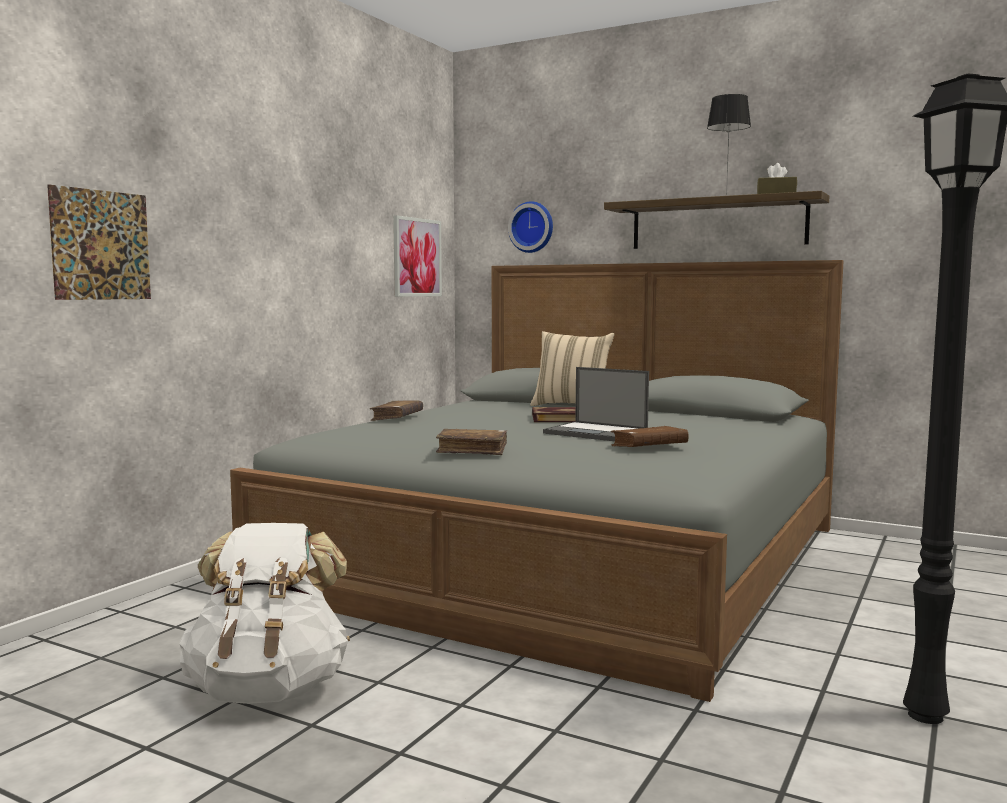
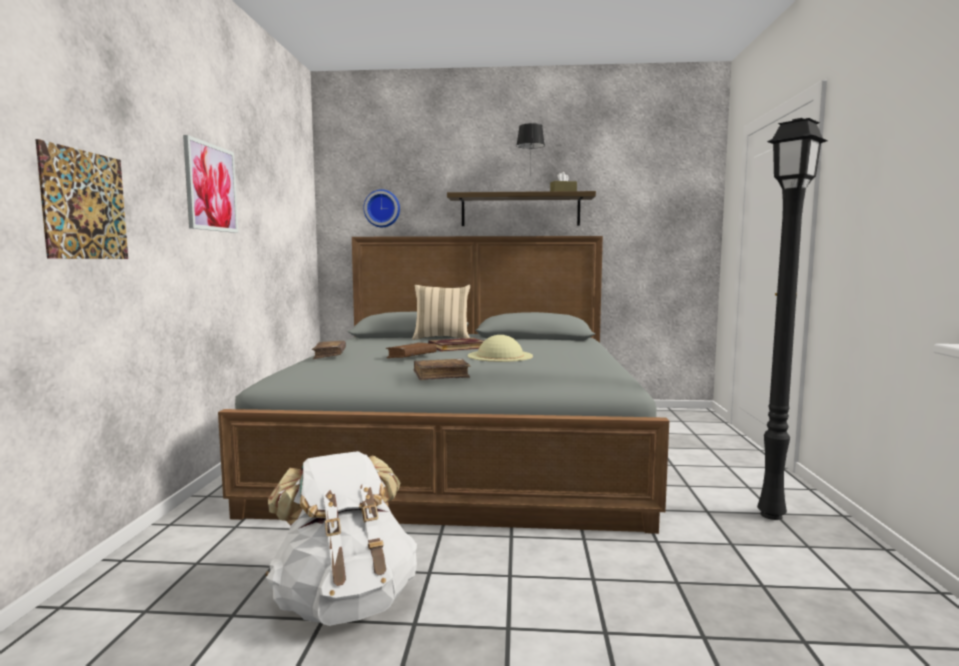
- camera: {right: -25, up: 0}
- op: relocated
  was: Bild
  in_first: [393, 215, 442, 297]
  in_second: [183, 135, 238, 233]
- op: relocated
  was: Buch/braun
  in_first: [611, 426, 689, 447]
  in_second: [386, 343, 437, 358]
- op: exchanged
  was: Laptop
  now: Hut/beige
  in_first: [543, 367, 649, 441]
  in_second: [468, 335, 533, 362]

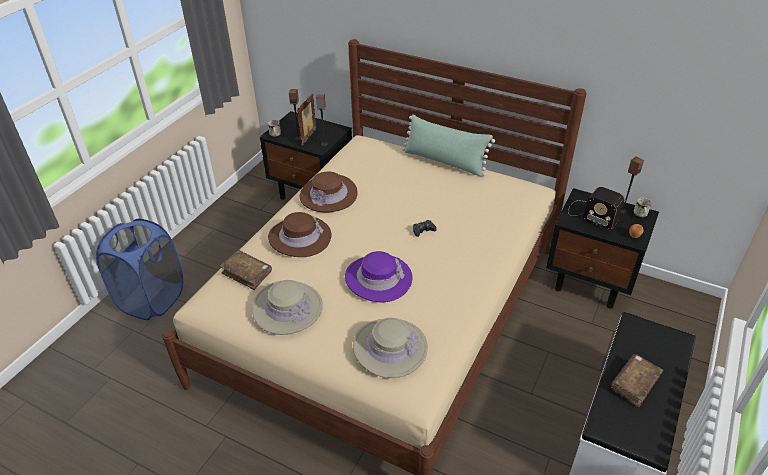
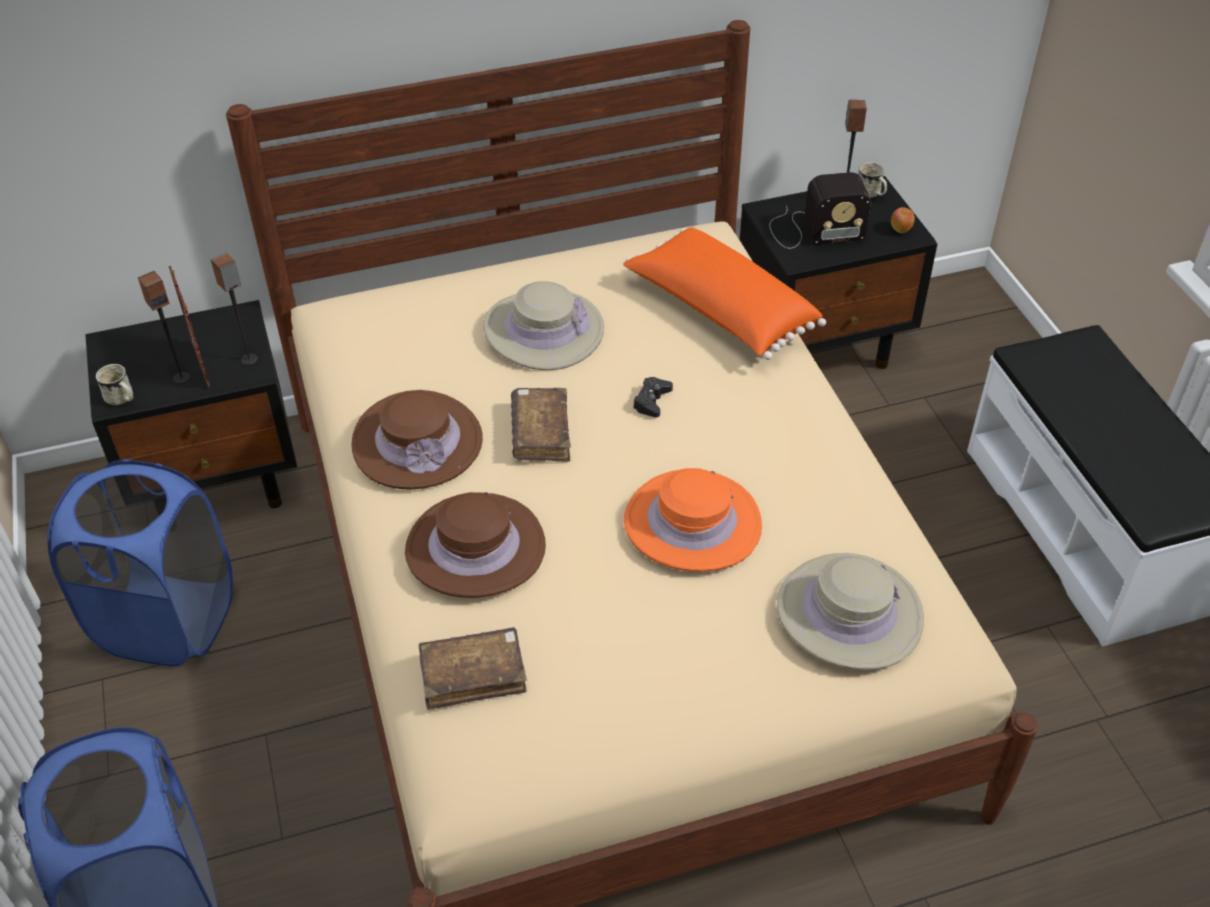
- camera: {right: -45, up: 5}
- op: missing
  was: Kissen/grün
  in_first: [402, 114, 495, 177]
- op: appeared
  now: Wäschekorb/blau
  in_second: [47, 459, 233, 667]
- op: appeared
  now: Kissen/orange
  in_second: [623, 228, 826, 360]
- op: relocated
  was: Hut/beige
  in_first: [252, 280, 323, 335]
  in_second: [484, 281, 604, 370]
- op: relocated
  was: Buch/braun
  in_first: [611, 354, 663, 407]
  in_second: [511, 388, 571, 462]
- op: colour
  was: Hut/lila
  now: Hut/orange
  in_first: [345, 251, 413, 302]
  in_second: [624, 468, 762, 572]

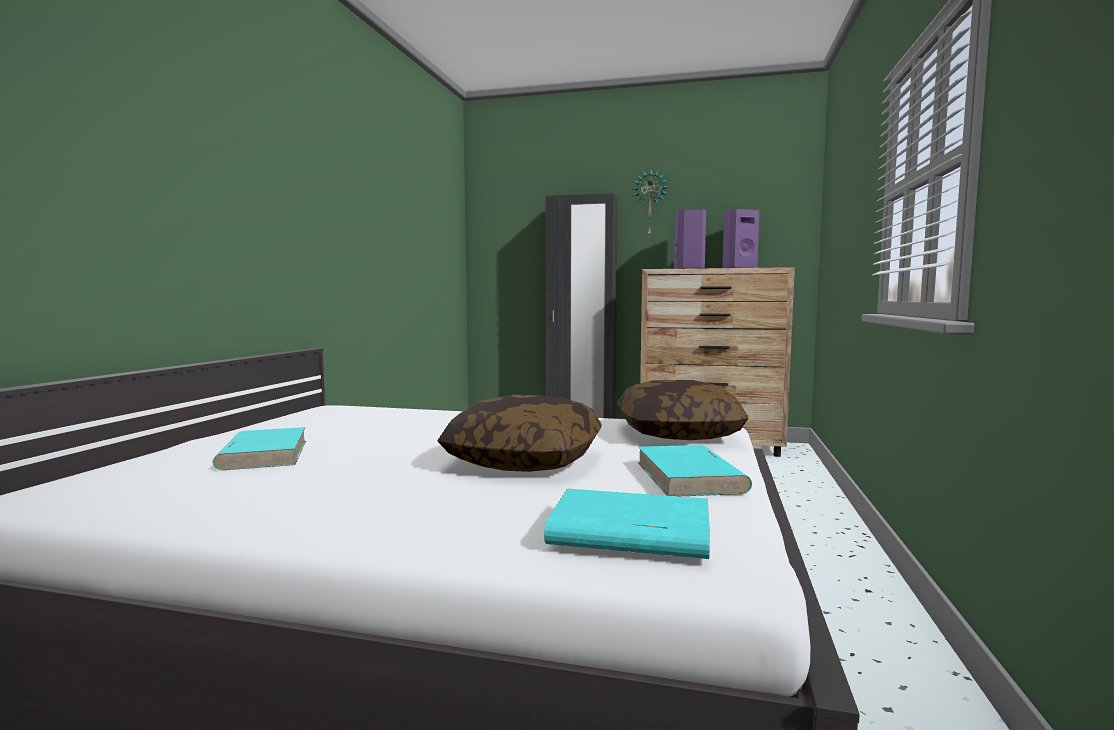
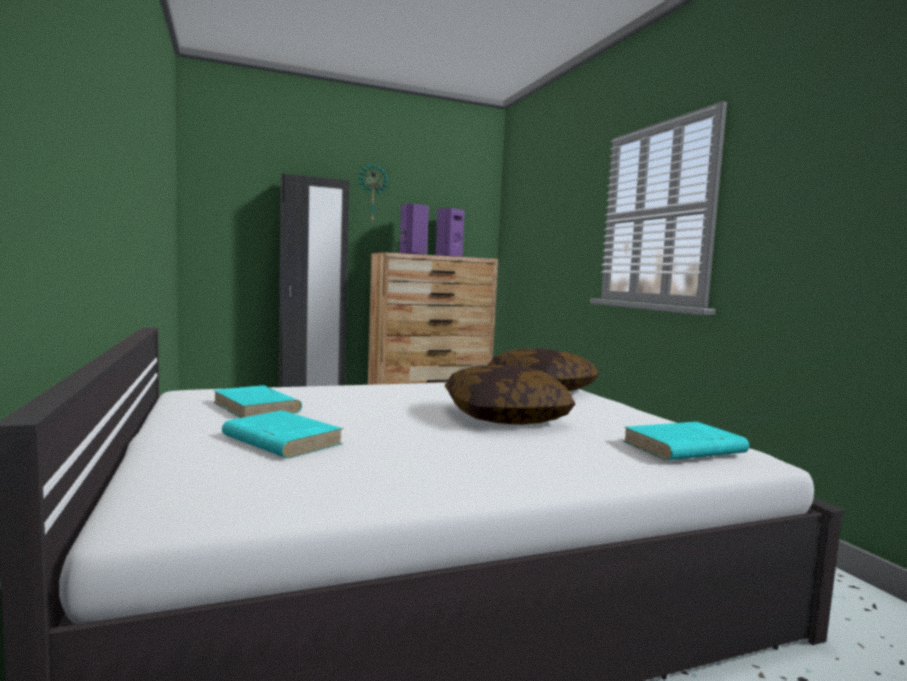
- camera: {right: -35, up: 0}
- op: relocated
  was: Buch/türkis
  in_first: [638, 445, 752, 497]
  in_second: [213, 385, 302, 418]

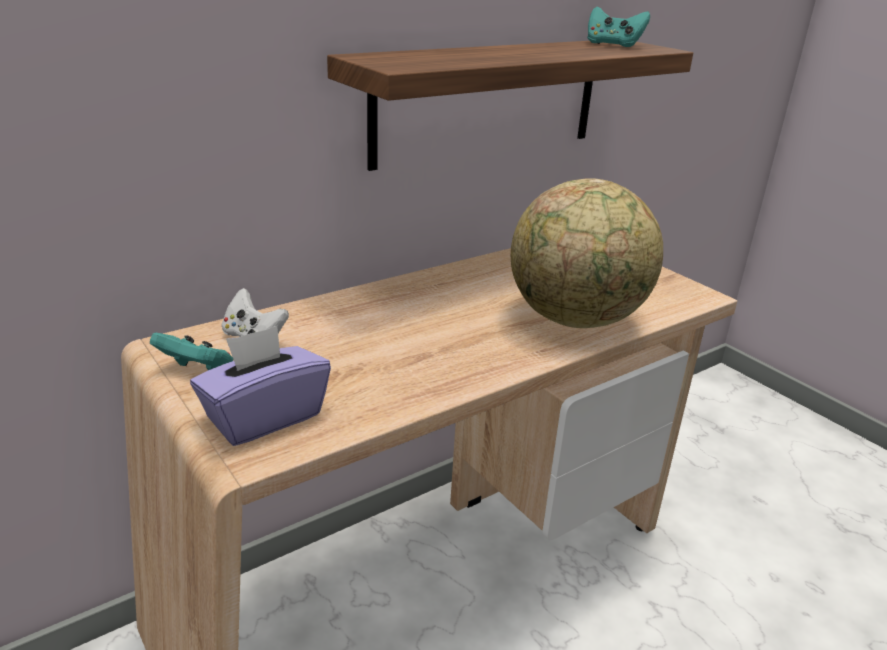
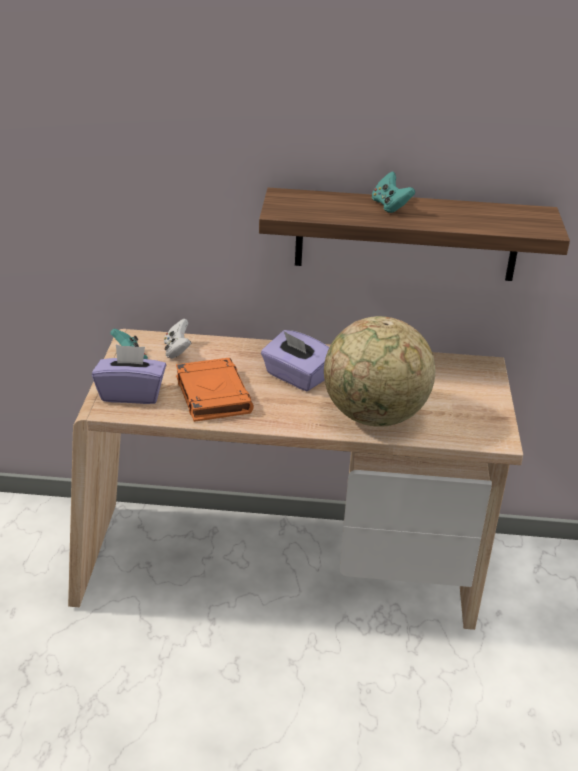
- camera: {right: 40, up: 5}
- op: appeared
  now: Buch/orange
  in_second: [176, 358, 254, 422]
- op: appeared
  now: Taschentuchbox/lila
  in_second: [261, 330, 329, 392]
- op: relocated
  was: Gamepad/türkis
  in_first: [587, 7, 650, 47]
  in_second: [372, 171, 415, 213]

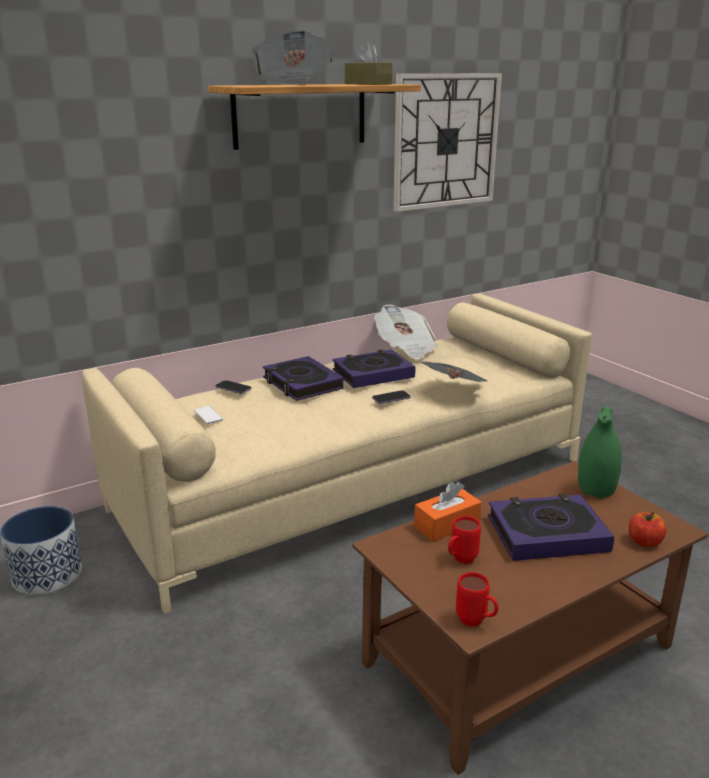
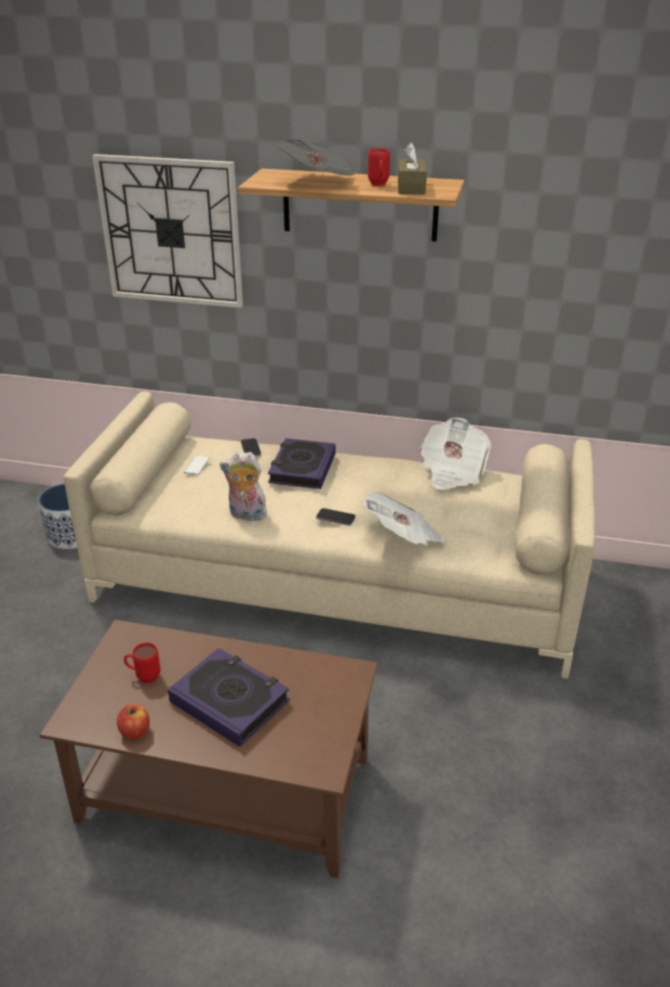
- camera: {right: 45, up: 10}
- op: missing
  was: Buch
  in_first: [332, 349, 415, 388]
- op: missing
  was: Taschentuchbox/orange
  in_first: [414, 482, 481, 542]
- op: missing
  was: Vase/grün
  in_first: [578, 407, 622, 498]
- op: appeared
  now: Plüschtier
  in_second: [220, 451, 269, 521]
- op: relocated
  was: Wanduhr
  in_first: [393, 73, 502, 212]
  in_second: [92, 154, 243, 308]
- op: relocated
  was: Henkelbecher/rot
  in_first: [456, 572, 498, 627]
  in_second: [368, 148, 390, 186]
- op: relocated
  was: Apfel
  in_first: [629, 512, 666, 547]
  in_second: [117, 704, 150, 740]

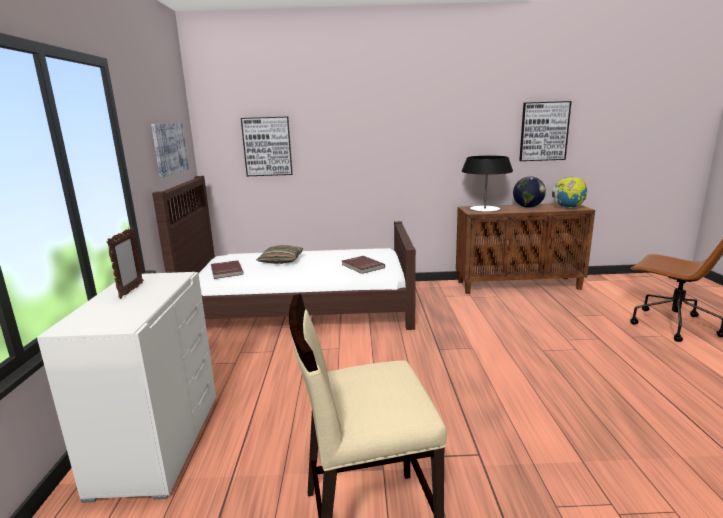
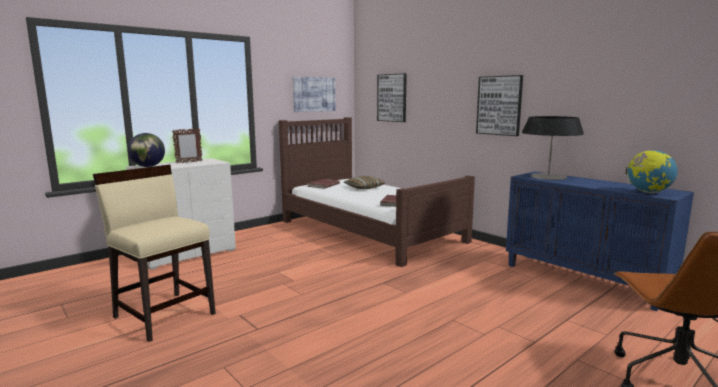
- camera: {right: 50, up: -5}
- op: relocated
  was: Globus
  in_first: [513, 176, 546, 208]
  in_second: [128, 133, 165, 167]
- op: relocated
  was: Bild
  in_first: [519, 101, 571, 161]
  in_second: [476, 75, 523, 136]
- op: colour
  was: Schrank/braun
  now: Schrank/blau
  in_first: [456, 203, 595, 294]
  in_second: [506, 172, 694, 311]

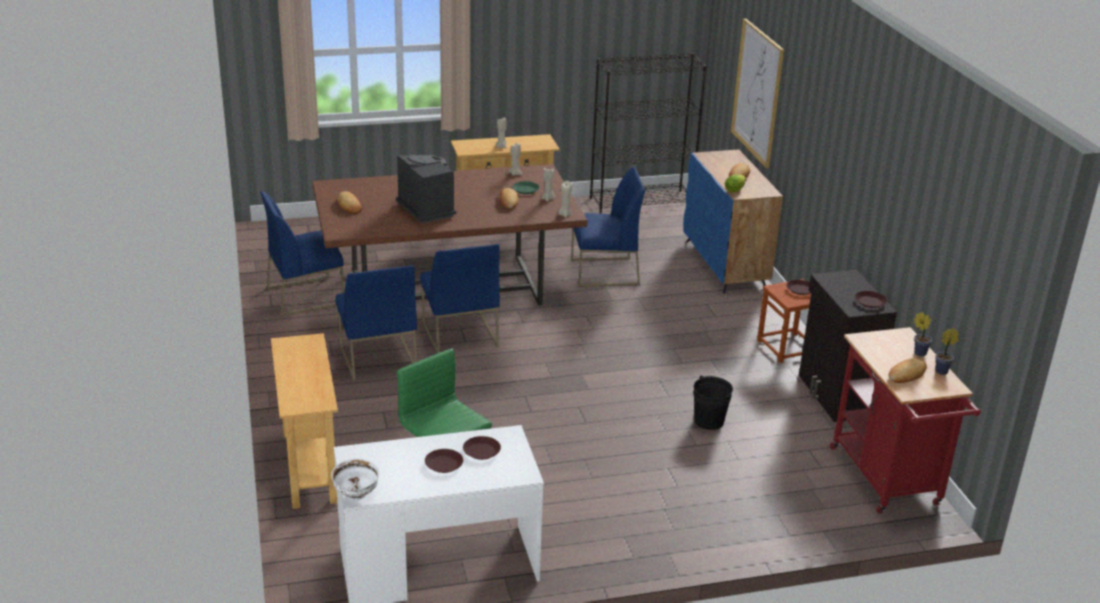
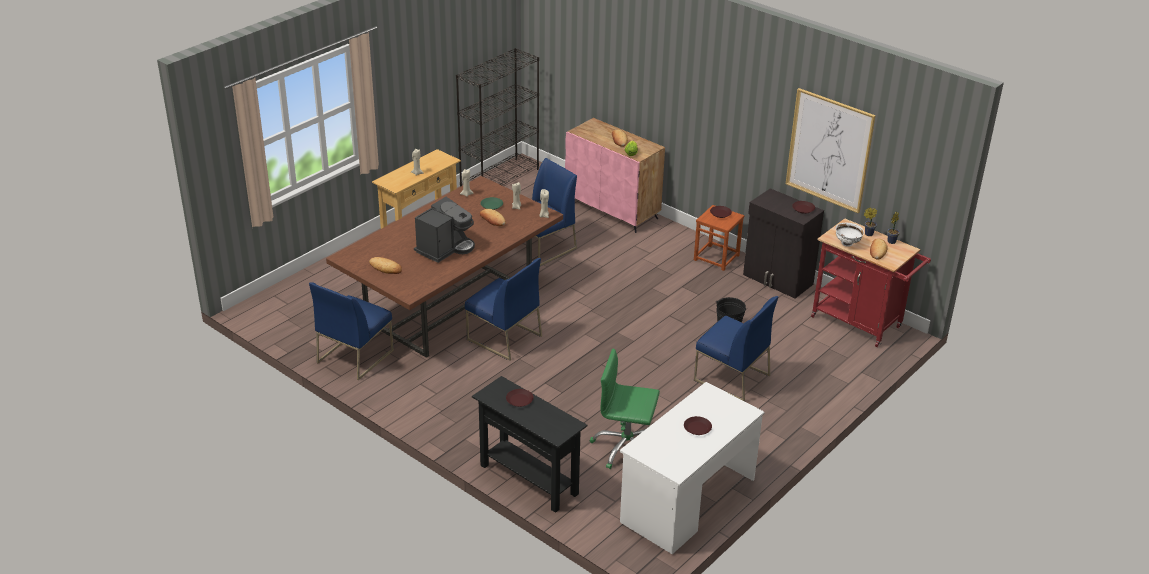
- camera: {right: -35, up: 5}
- op: relocated
  was: Schüssel/weiß
  in_first: [331, 458, 379, 500]
  in_second: [836, 223, 864, 247]
- op: relocated
  was: Stuhl/blau
  in_first: [335, 265, 417, 381]
  in_second: [694, 296, 779, 401]
- op: relocated
  was: Teller/braun
  in_first: [463, 436, 501, 460]
  in_second: [506, 389, 534, 407]
- op: relocated
  was: Bild
  in_first: [731, 19, 784, 168]
  in_second: [786, 88, 876, 213]
- op: colour
  was: Konsolentisch/beige
  now: Konsolentisch/schwarz
  in_first: [271, 333, 338, 509]
  in_second: [472, 376, 587, 513]
- op: colour
  was: Schrank/blau
  now: Schrank/rosa
  in_first: [683, 149, 783, 294]
  in_second: [565, 118, 665, 233]
- op: spun
  was: Kaffeemaschine
  in_first: [396, 155, 456, 224]
  in_second: [414, 197, 475, 263]
  clockwise: 105

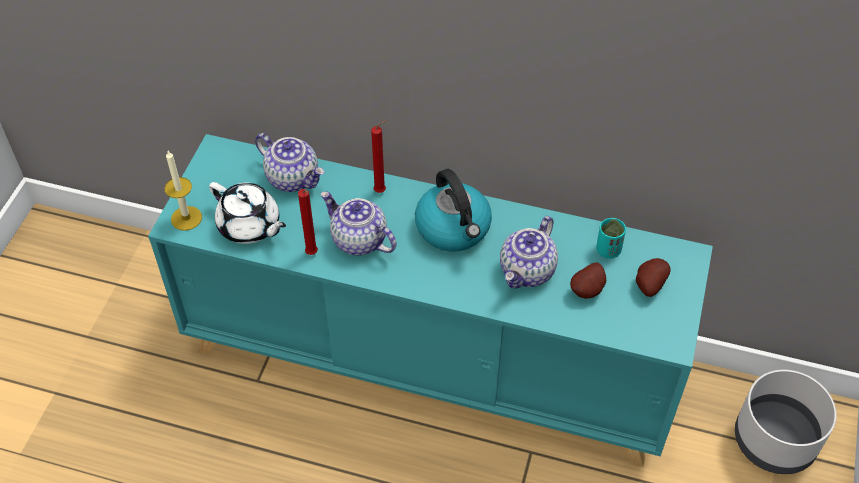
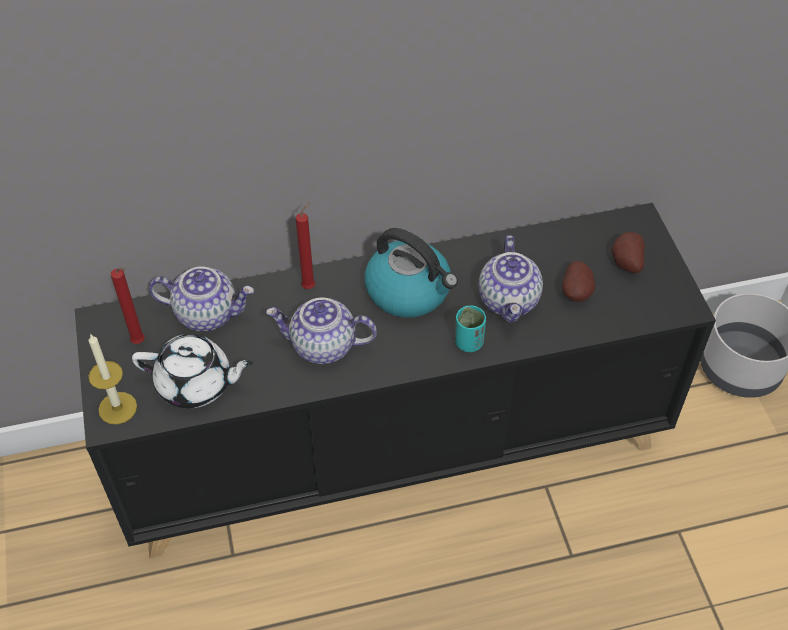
- camera: {right: -30, up: 0}
- op: relocated
  was: Kerze/rot
  in_first: [298, 189, 318, 255]
  in_second: [111, 267, 145, 344]
- op: relocated
  was: Tasse/türkis
  in_first: [597, 218, 626, 259]
  in_second: [455, 305, 486, 352]
- op: colour
  was: Schrank/türkis
  now: Schrank/schwarz
  in_first: [148, 134, 713, 467]
  in_second: [75, 203, 716, 558]

